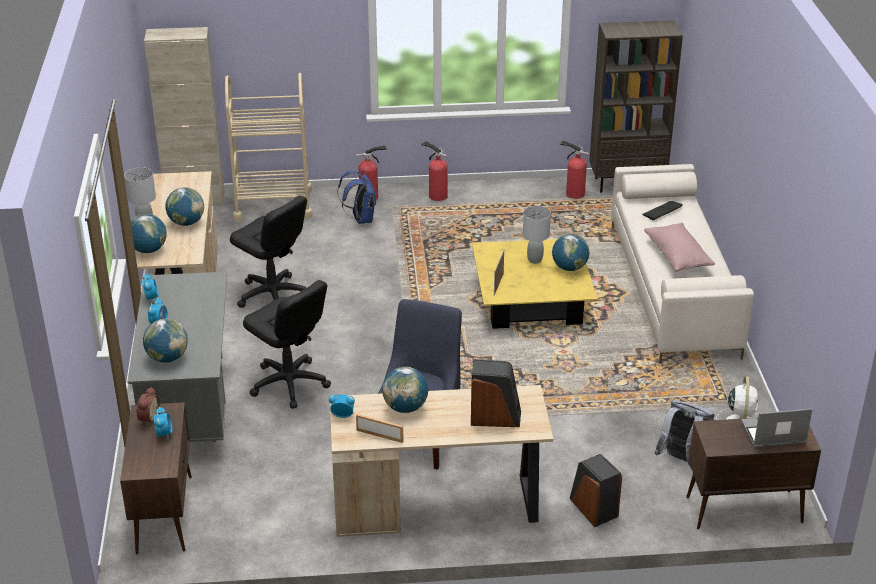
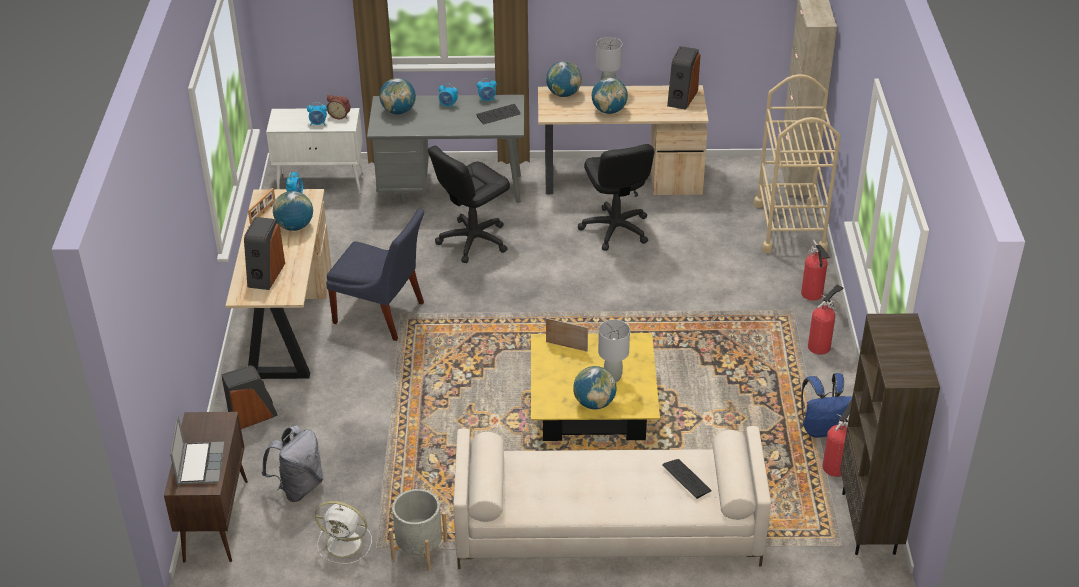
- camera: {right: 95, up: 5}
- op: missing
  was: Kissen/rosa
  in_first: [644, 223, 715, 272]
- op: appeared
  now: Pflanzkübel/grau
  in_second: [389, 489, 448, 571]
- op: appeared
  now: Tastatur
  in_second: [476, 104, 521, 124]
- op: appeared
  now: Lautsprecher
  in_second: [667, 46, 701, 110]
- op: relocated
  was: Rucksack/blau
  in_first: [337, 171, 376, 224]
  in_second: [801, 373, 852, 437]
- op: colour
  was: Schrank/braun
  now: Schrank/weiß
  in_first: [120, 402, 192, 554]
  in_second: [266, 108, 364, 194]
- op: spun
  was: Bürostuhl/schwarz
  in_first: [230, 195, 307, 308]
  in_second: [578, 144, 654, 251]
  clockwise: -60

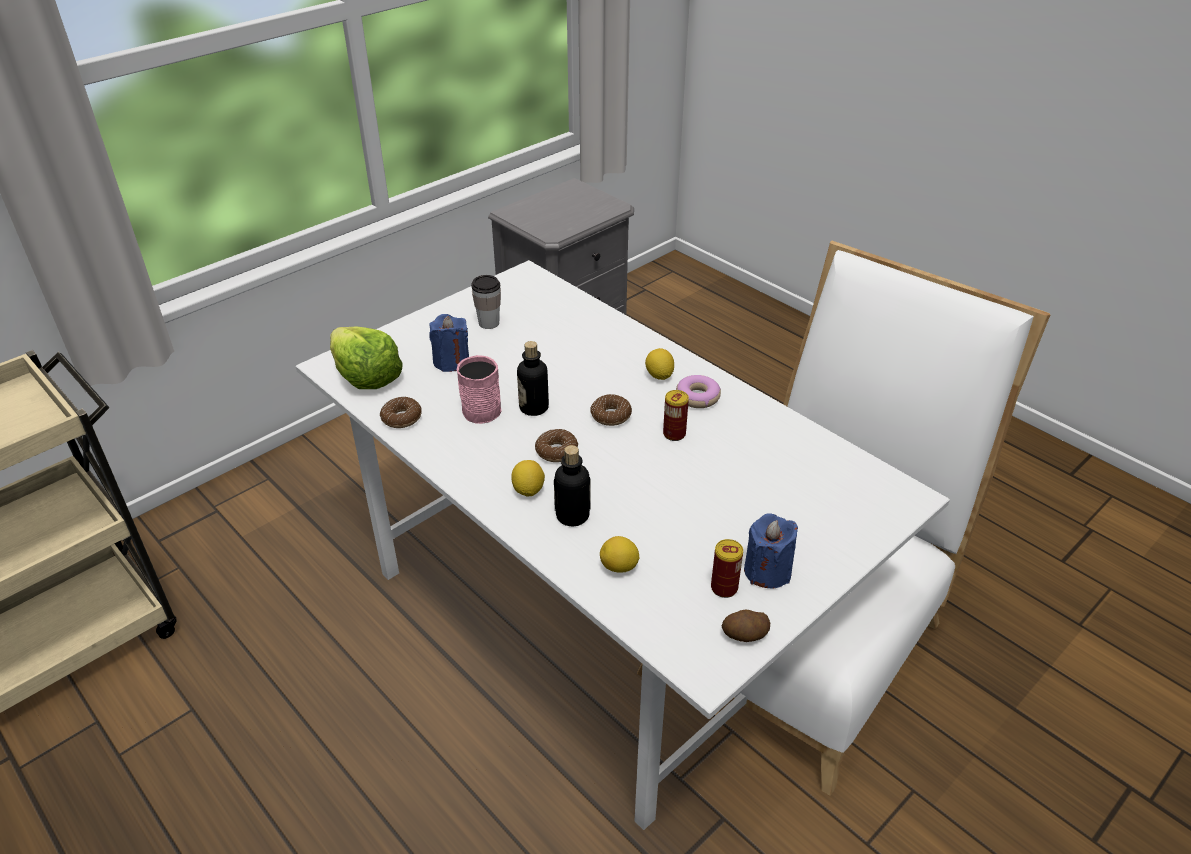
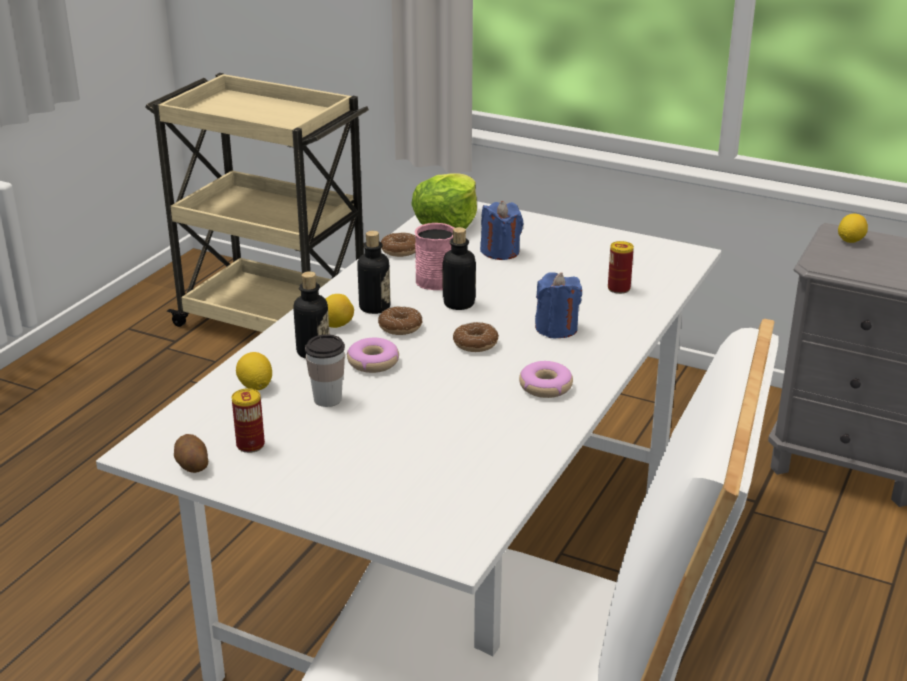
- camera: {right: 70, up: -10}
- op: appeared
  now: Donut
  in_second: [347, 338, 399, 373]
- op: appeared
  now: Flasche
  in_second: [357, 231, 391, 314]
- op: relocated
  was: Tasse
  in_first: [471, 275, 501, 329]
  in_second: [305, 334, 345, 407]
- op: relocated
  was: Zitrone
  in_first: [645, 348, 674, 380]
  in_second: [838, 214, 868, 243]
- op: relocated
  was: Dose
  in_first: [663, 390, 689, 441]
  in_second: [608, 241, 634, 294]
- op: relocated
  was: Kerze/blau
  in_first: [744, 513, 798, 589]
  in_second: [535, 272, 582, 338]

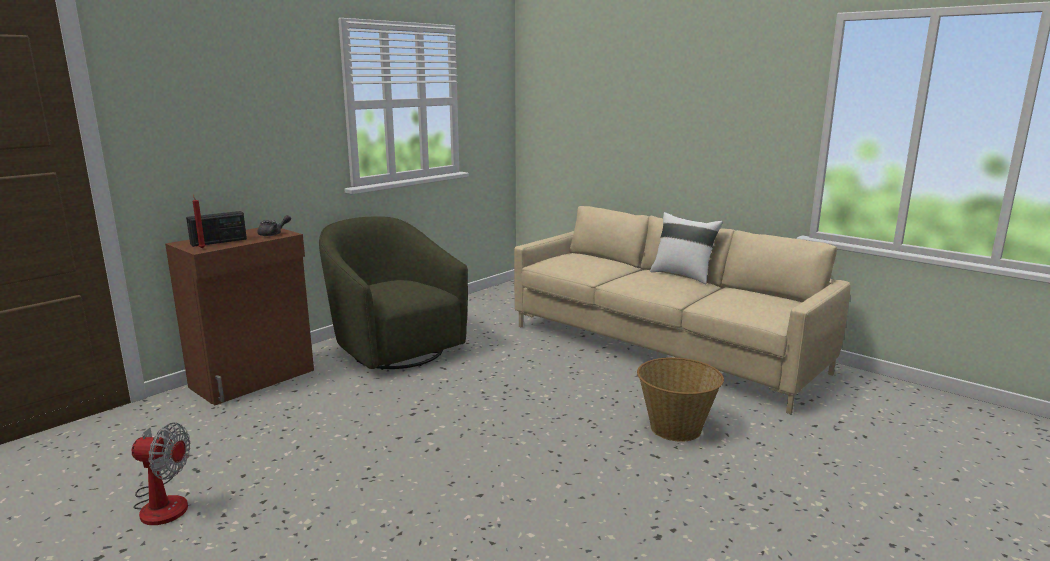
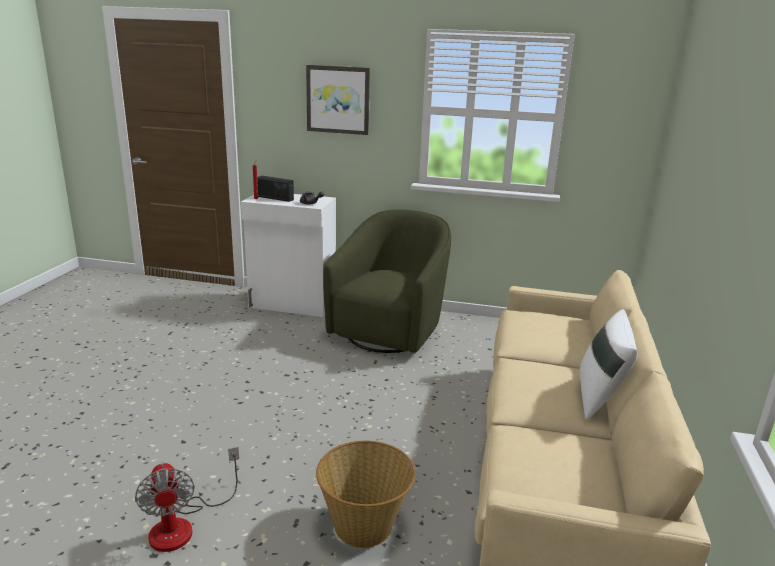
- camera: {right: 60, up: 5}
- op: appeared
  now: Bild
  in_second: [306, 65, 370, 135]
- op: relocated
  was: Ventilator
  in_first: [132, 423, 190, 525]
  in_second: [135, 447, 239, 552]
- op: colour
  was: Schrank/braun
  now: Schrank/weiß
  in_first: [165, 228, 314, 405]
  in_second: [241, 194, 336, 317]

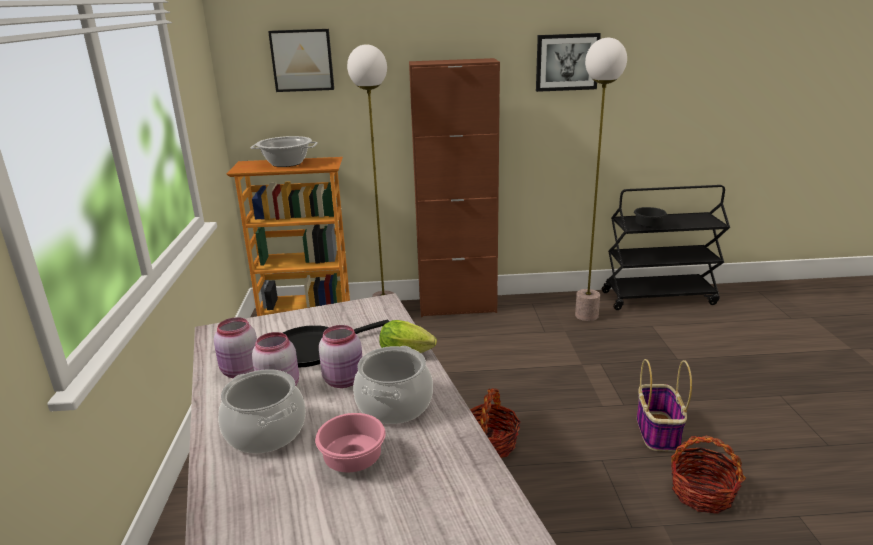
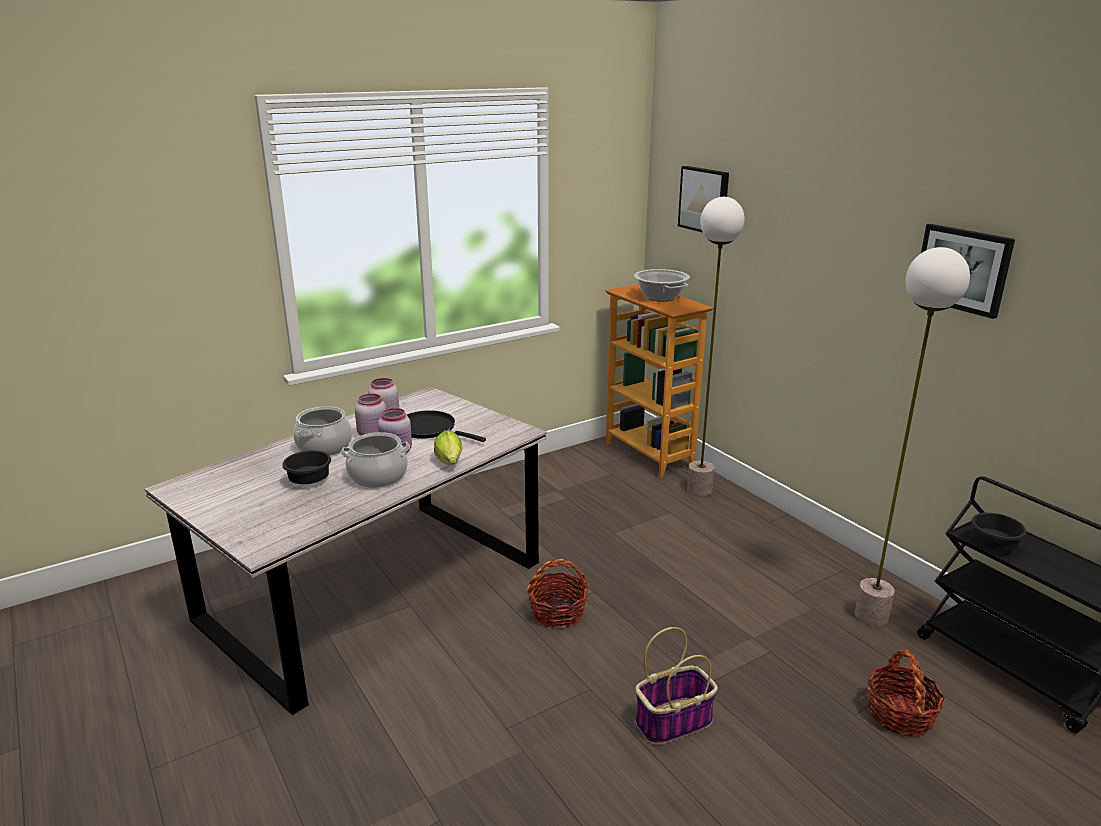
- camera: {right: 60, up: 0}
- op: missing
  was: Schrank/braun
  in_first: [409, 58, 500, 317]
- op: relocated
  was: Korb
  in_first: [671, 435, 746, 514]
  in_second: [867, 649, 945, 736]
- op: colour
  was: Schüssel/rosa
  now: Schüssel/schwarz
  in_first: [315, 413, 386, 472]
  in_second: [282, 450, 331, 484]

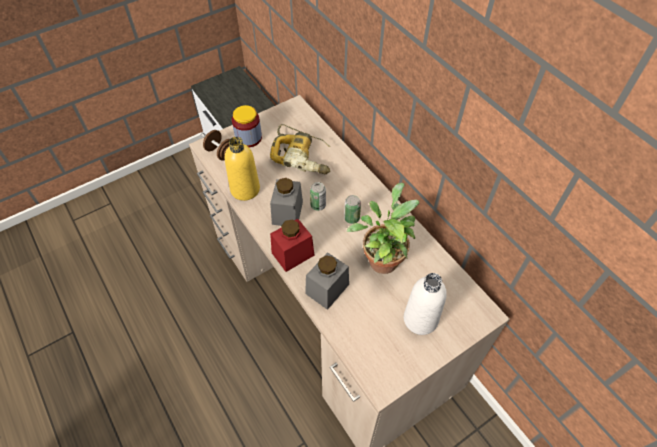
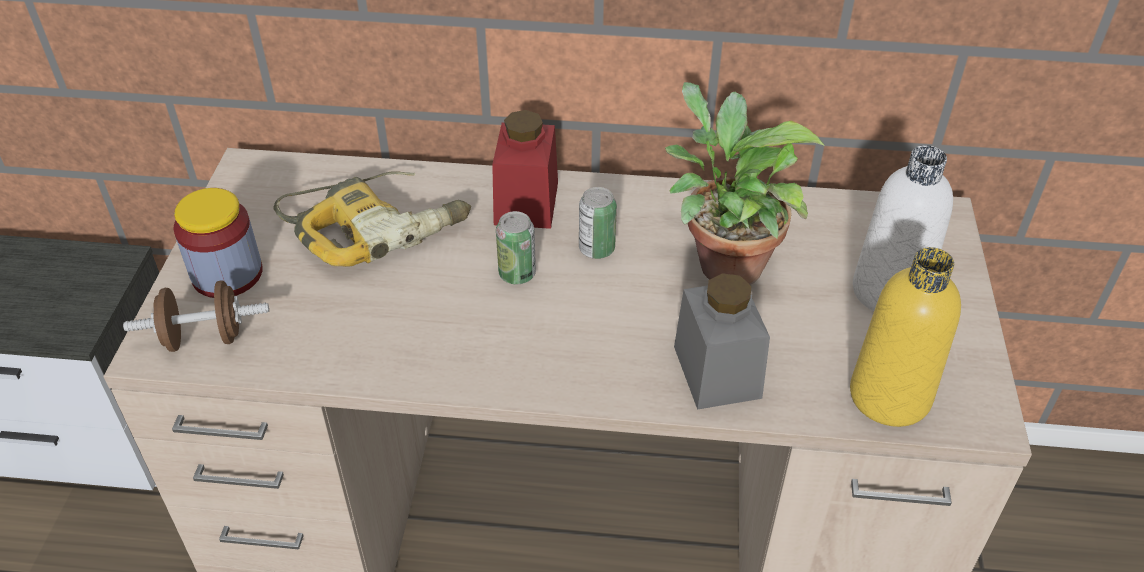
- camera: {right: -50, up: -10}
- op: missing
  was: Vorratsglas/grau
  in_first: [270, 178, 303, 226]
- op: relocated
  was: Flasche/gelb
  in_first: [225, 137, 260, 201]
  in_second: [850, 247, 961, 427]
- op: relocated
  was: Vorratsglas/rot
  in_first: [270, 219, 314, 272]
  in_second: [492, 110, 558, 229]

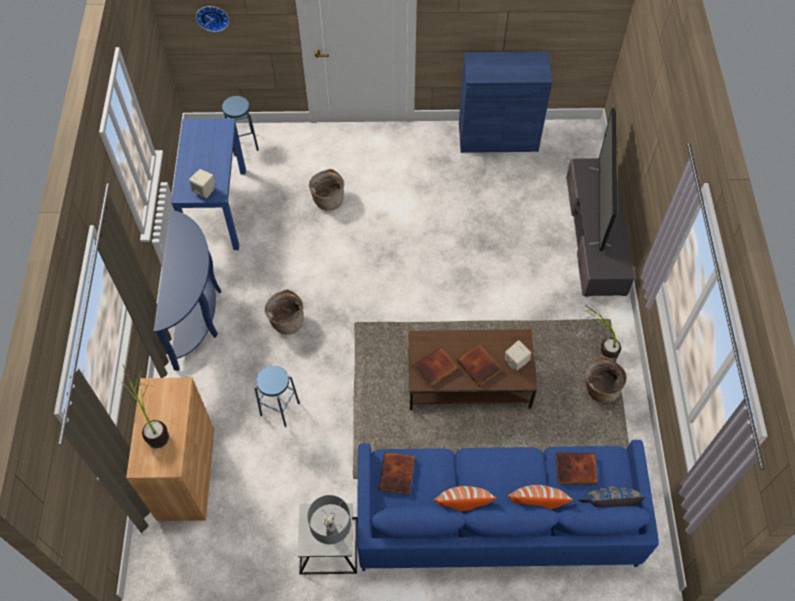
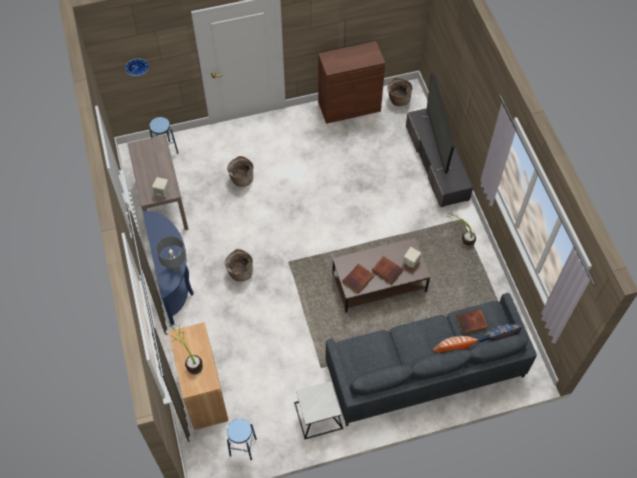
- camera: {right: -15, up: 0}
- op: missing
  was: Buch
  in_first: [379, 452, 415, 495]
- op: missing
  was: Kissen
  in_first: [434, 486, 496, 511]
- op: relocated
  was: Hocker/blau
  in_first: [255, 366, 300, 427]
  in_second: [227, 419, 257, 460]
- op: relocated
  was: Tischlampe/grau
  in_first: [307, 495, 351, 544]
  in_second: [156, 236, 186, 272]
- op: relocated
  was: Korb
  in_first: [585, 356, 627, 403]
  in_second: [387, 78, 412, 106]
- op: colour
  was: Konsolentisch/blau
  now: Konsolentisch/braun
  in_first: [171, 118, 246, 250]
  in_second: [127, 135, 189, 230]
- op: colour
  was: Sofa/blau
  now: Sofa/grau
  in_first: [357, 440, 659, 571]
  in_second: [325, 293, 537, 426]
- op: colour
  was: Schrank/blau
  now: Schrank/braun
  in_first: [459, 51, 552, 153]
  in_second: [318, 41, 385, 124]

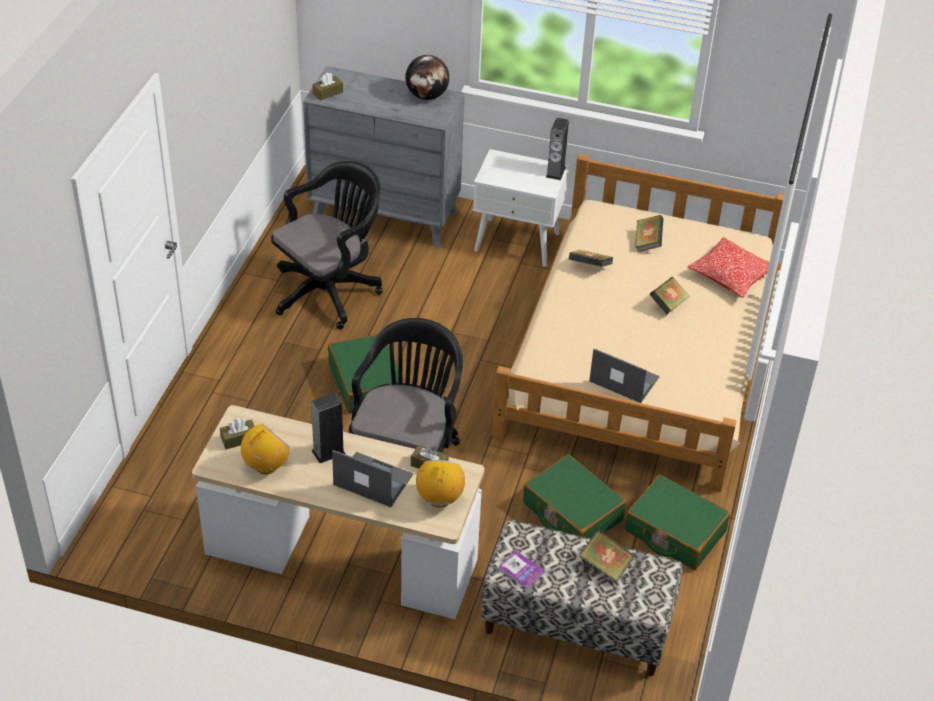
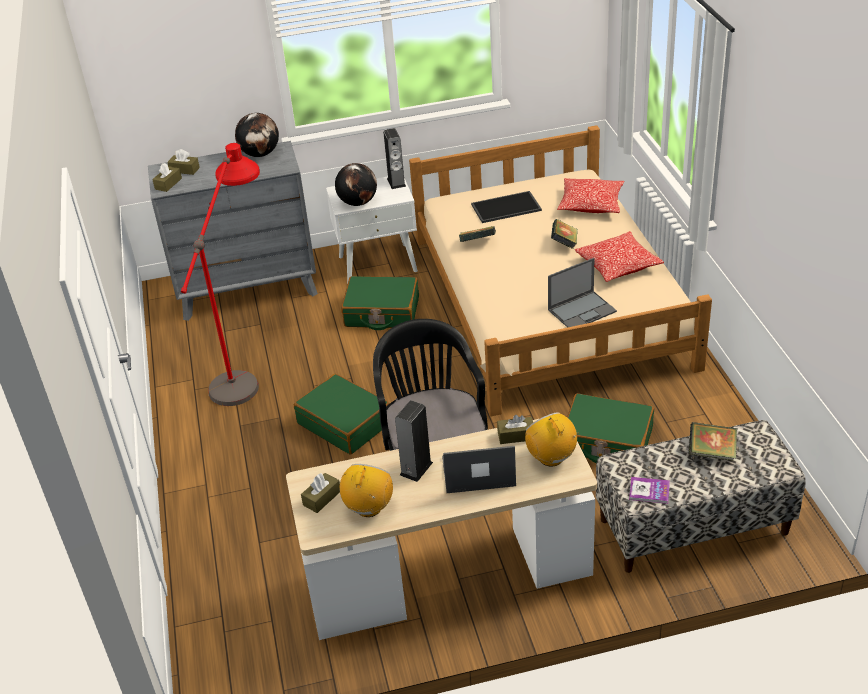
- camera: {right: -25, up: -5}
- op: appeared
  now: Taschentuchbox/braun
  in_second: [167, 149, 200, 175]
- op: appeared
  now: Globus
  in_second: [335, 163, 377, 206]
- op: appeared
  now: Kissen
  in_second: [575, 231, 664, 282]
- op: relocated
  was: Koffer/grün
  in_first: [625, 475, 730, 570]
  in_second: [341, 276, 419, 330]
- op: exchanged
  was: Bürostuhl/schwarz
  now: Stehlampe/rot
  in_first: [271, 161, 383, 329]
  in_second: [181, 143, 260, 406]
- op: exchanged
  was: Buch
  now: Tablett
  in_first: [635, 215, 663, 252]
  in_second: [471, 191, 542, 223]
- op: spun
  was: Laptop
  in_first: [589, 349, 660, 403]
  in_second: [548, 258, 617, 328]
  clockwise: 150

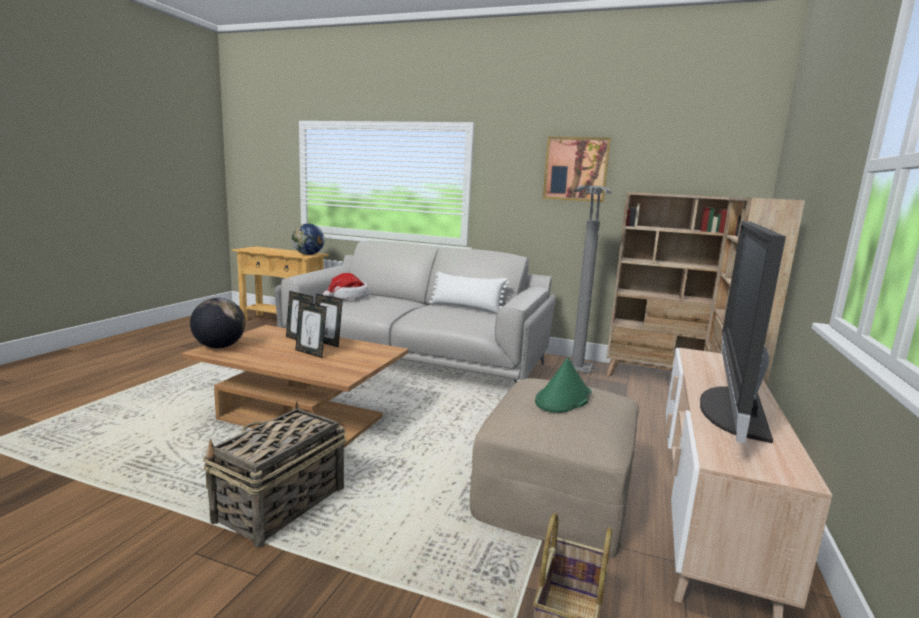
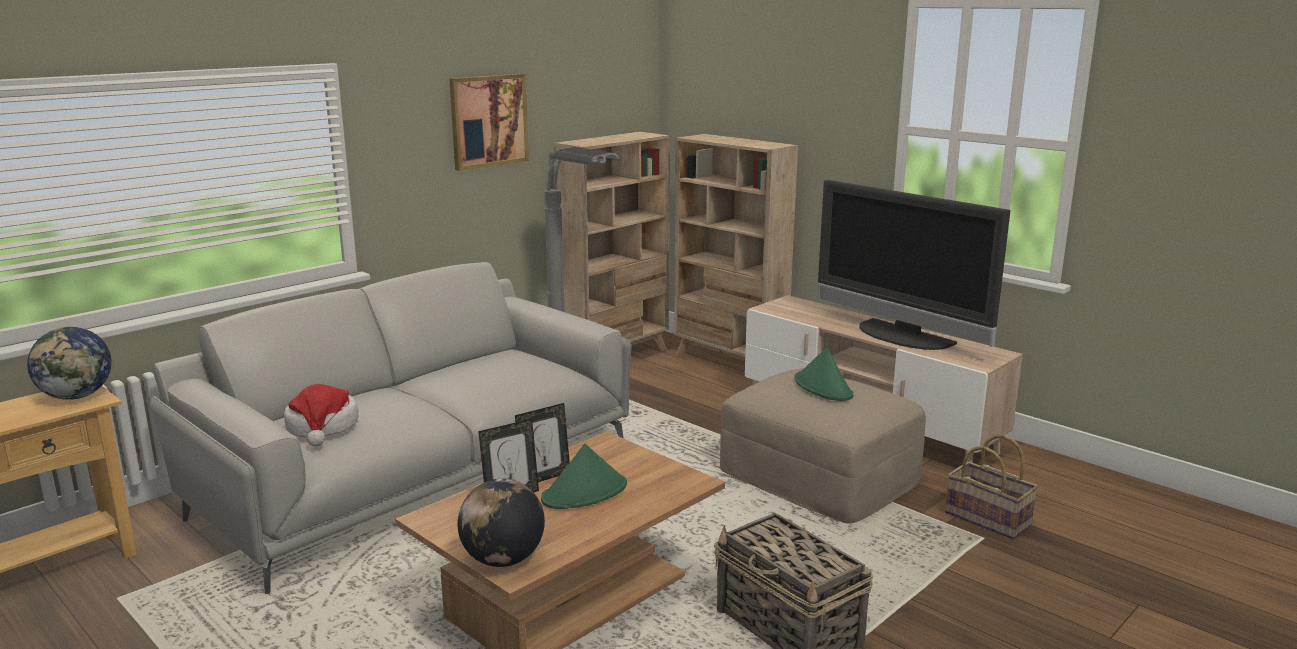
- camera: {right: -65, up: 5}
- op: missing
  was: Kissen/weiß
  in_first: [429, 271, 509, 314]
- op: exchanged
  was: Bilderrahmen
  now: Hut/grün
  in_first: [295, 301, 327, 358]
  in_second: [541, 444, 627, 509]

